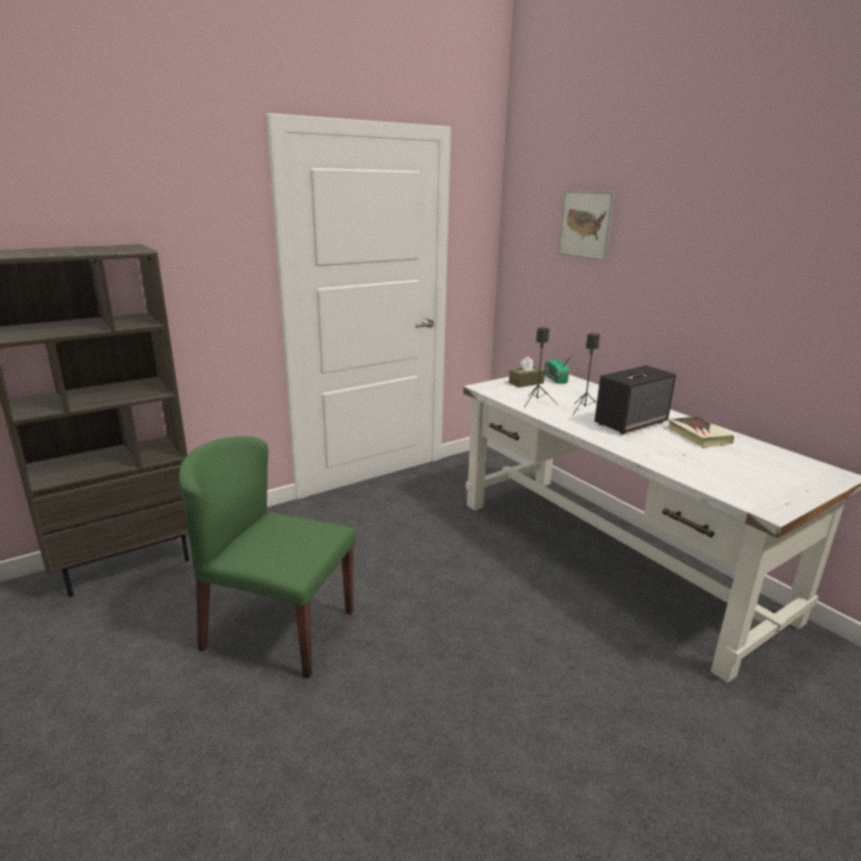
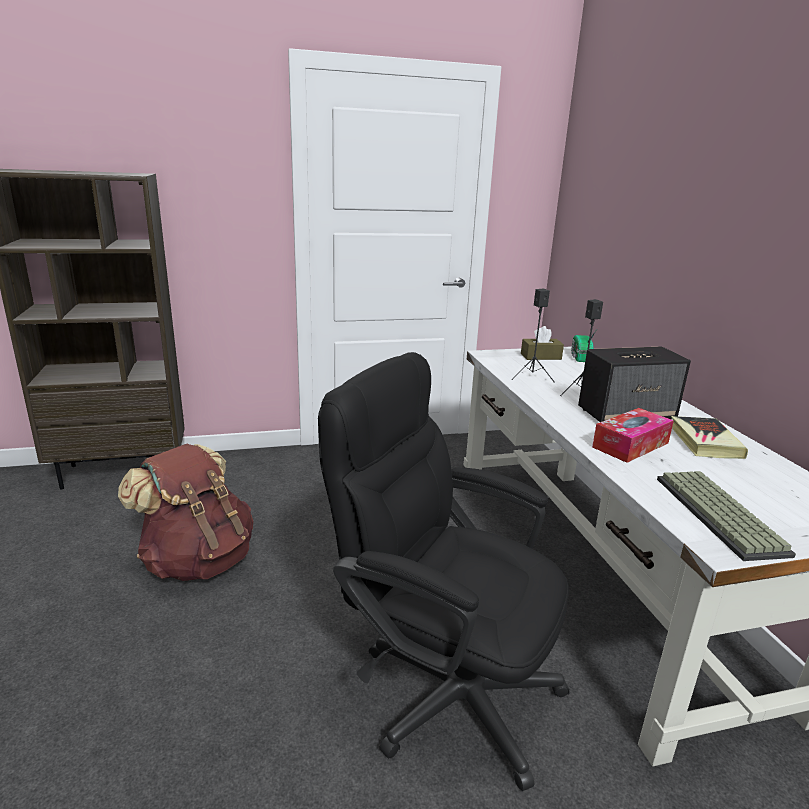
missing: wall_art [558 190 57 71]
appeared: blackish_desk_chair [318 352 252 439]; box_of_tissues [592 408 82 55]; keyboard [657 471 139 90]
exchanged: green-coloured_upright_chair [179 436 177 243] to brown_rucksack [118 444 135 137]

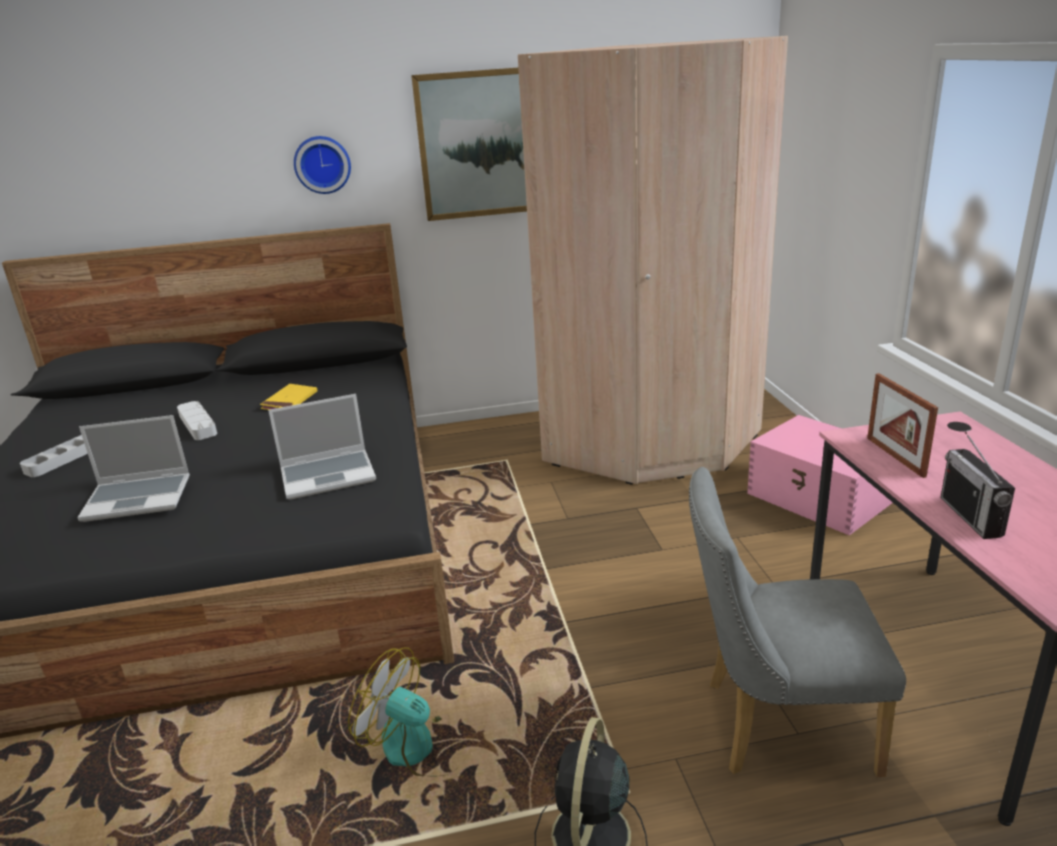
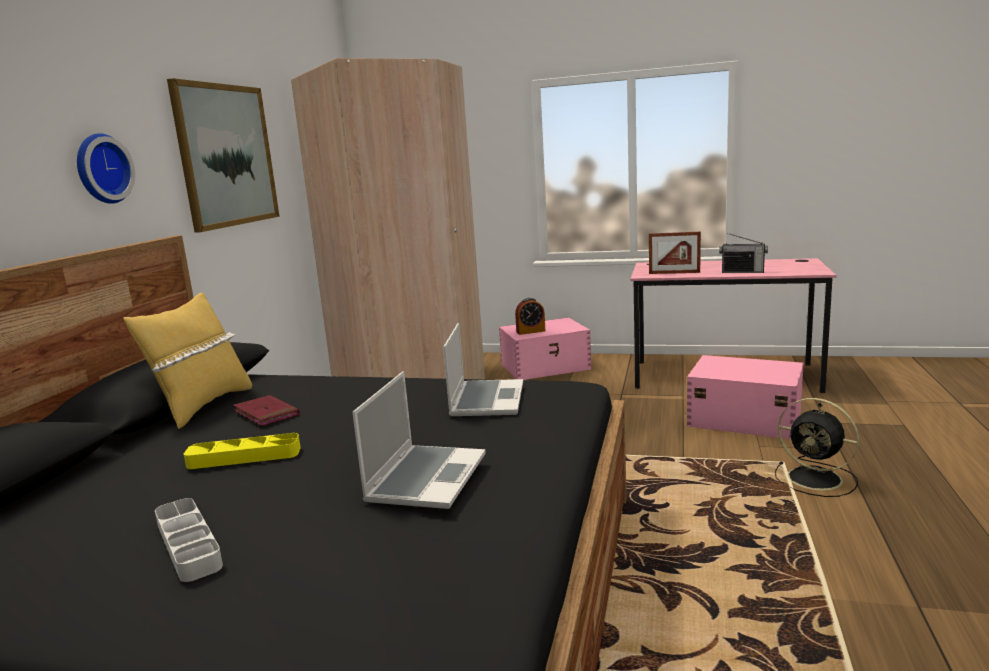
missing: fan [348 648 100 129]
appeared: yellowish_pillow [124 293 128 136]; bedside_clock [515 298 30 37]
exchanged: gray_upright_chair [689 467 217 310] to pinkish_storage_box [687 355 117 84]
colour: gray_carrying_tray [177 401 40 39] to yellowish_carrying_tray [184 433 117 36]; yellowish_bound_book [260 384 57 26] to reddish_bound_book [233 395 67 31]

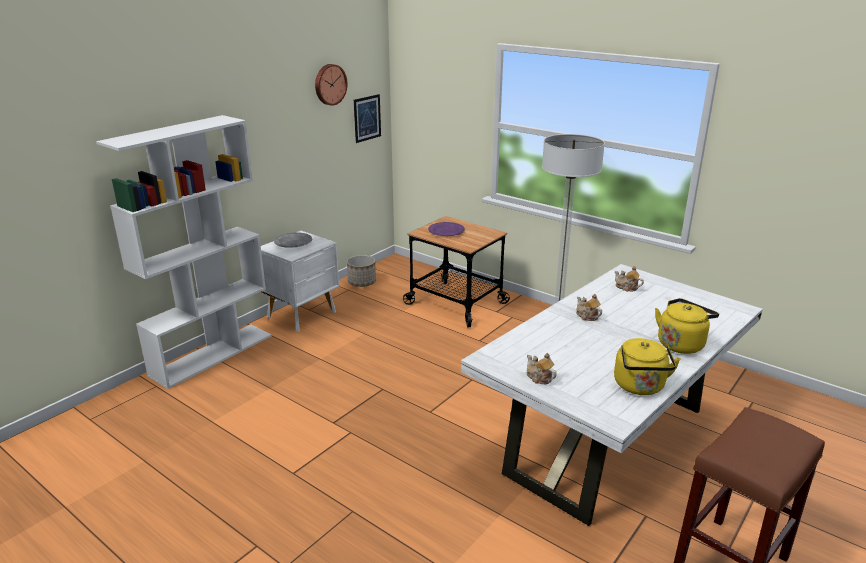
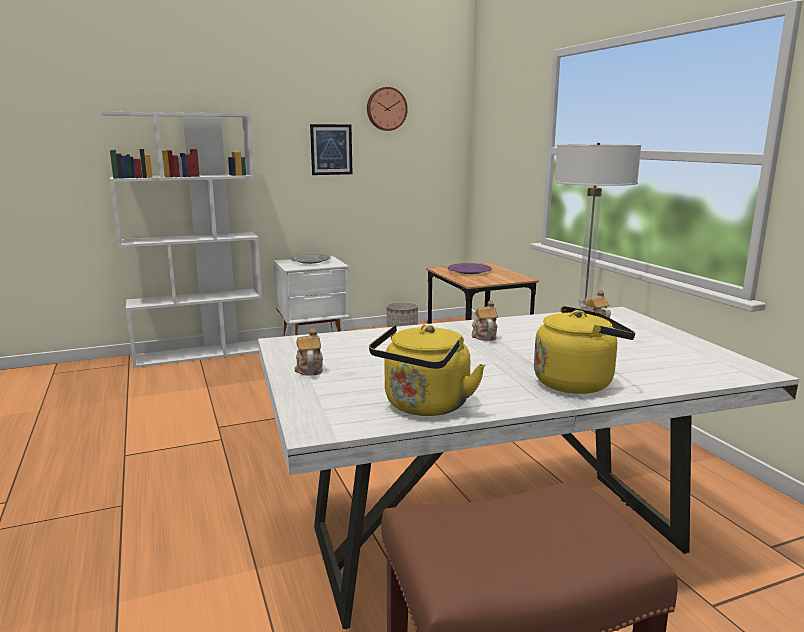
relocated: wall_art [354 94 27 49] to [310 124 42 51]

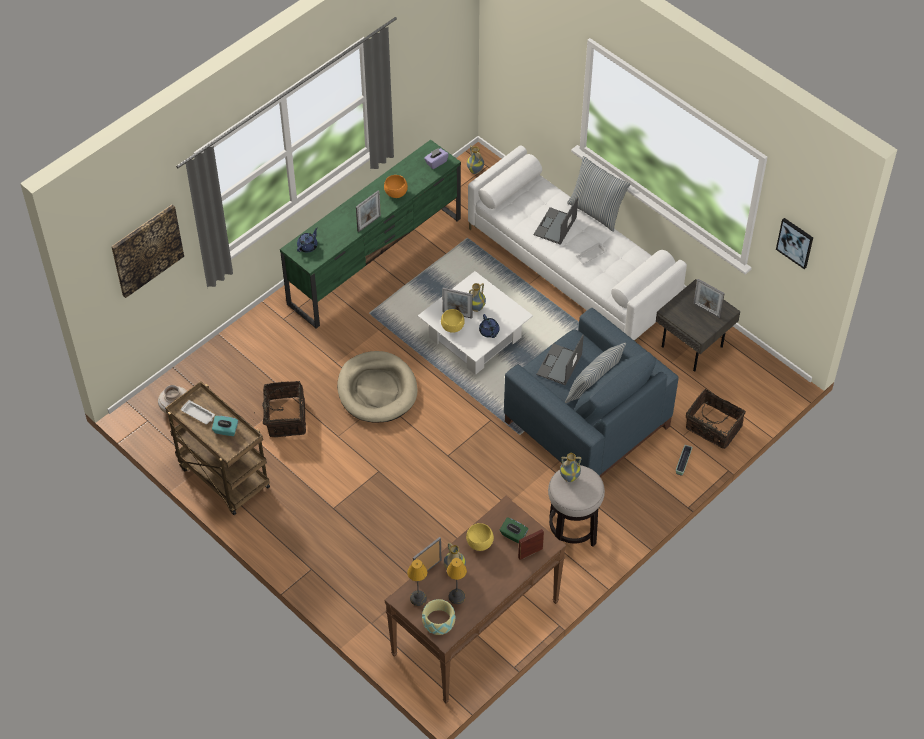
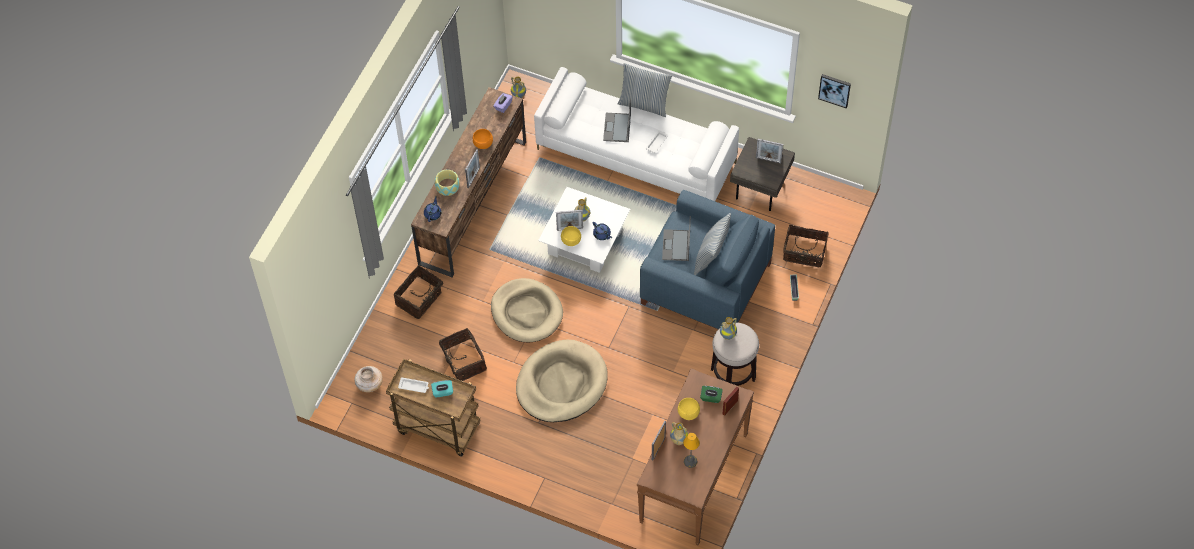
missing: wall_art [111 205 73 93]; tabletop_lamp [407 559 20 47]
appeared: household_basket [394 266 49 53]; beige_dog_cushion [516 340 92 82]
relocated: serving_bowl [422 599 33 36] to [435 170 25 26]
colour: green-coloured_tv_stand [280 140 181 188] to brown_tv_stand [411 87 115 190]

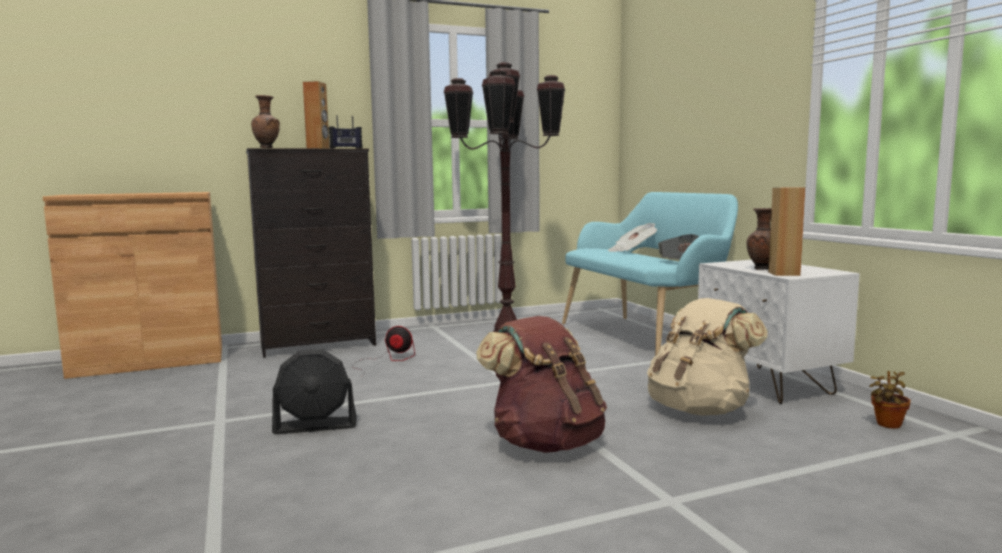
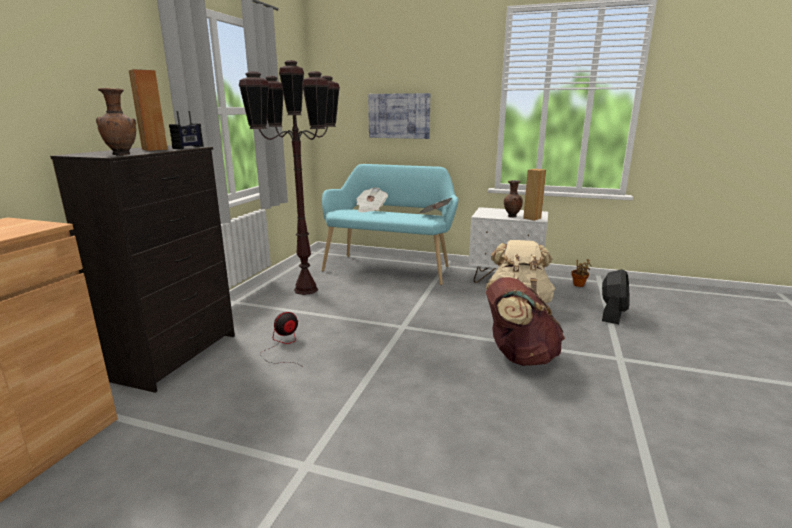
appeared: wall_art [368 93 62 46]
relocated: blackish_fan [272 349 85 85] to [602 269 28 55]

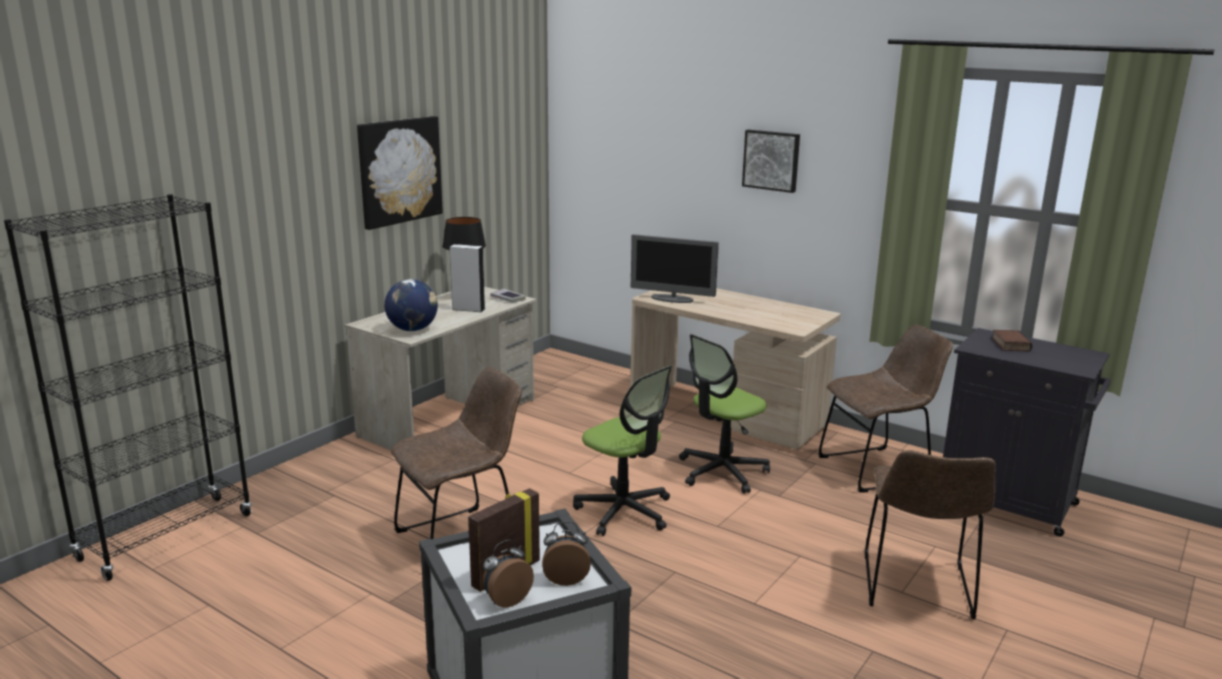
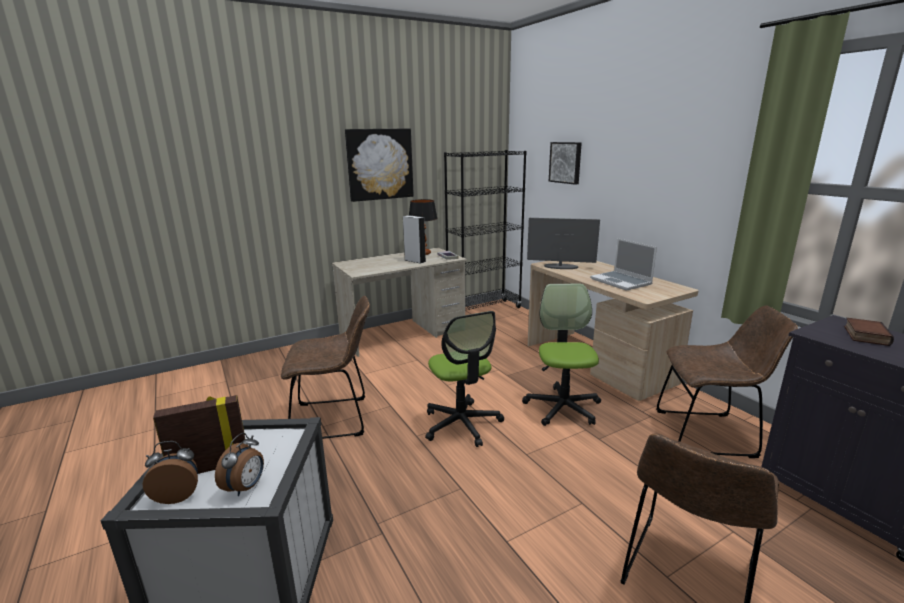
missing: world_globe [385 279 53 52]
appeared: notebook_computer [590 238 67 53]
relocated: blackish_bookshelf [4 194 248 387] to [444 150 83 161]; wall_art [742 130 58 63] to [549 142 33 43]
spun: bedside_clock [542 521 49 65] = [215 433 49 63] 90 degrees clockwise; computer_screen [630 234 89 69] = [527 218 73 51] 150 degrees clockwise; desk_chair [679 334 91 160] = [522 284 79 142] 105 degrees clockwise

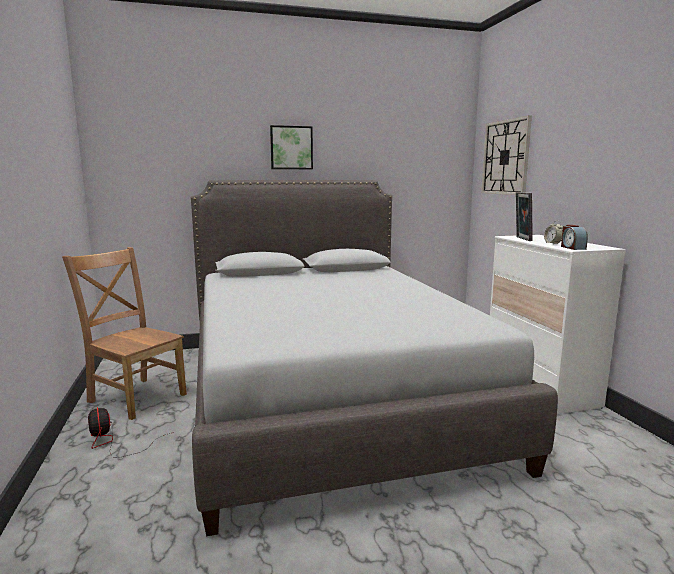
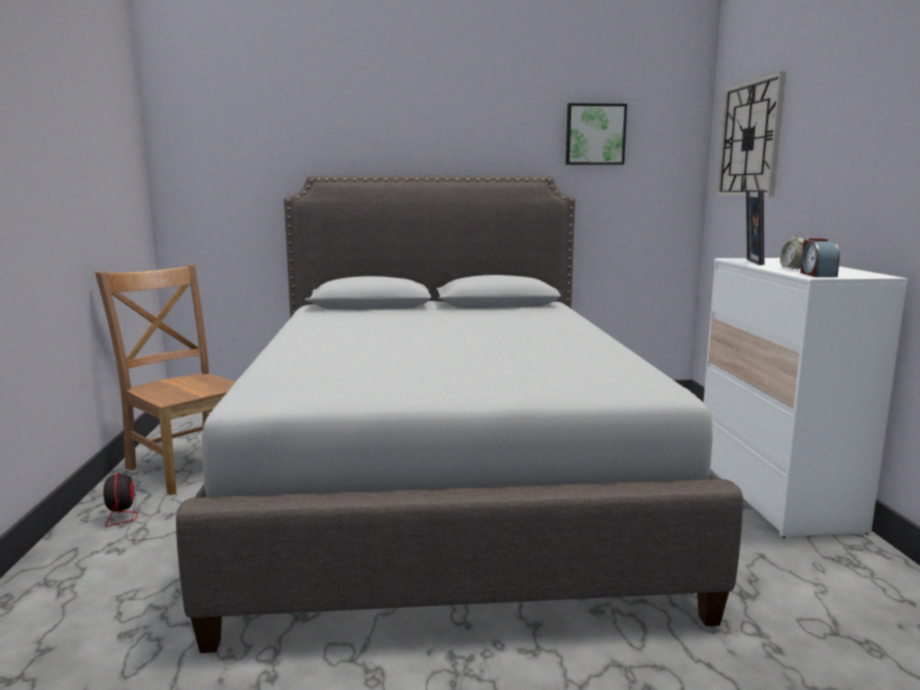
relocated: wall_art [270 125 43 44] to [566 103 61 62]

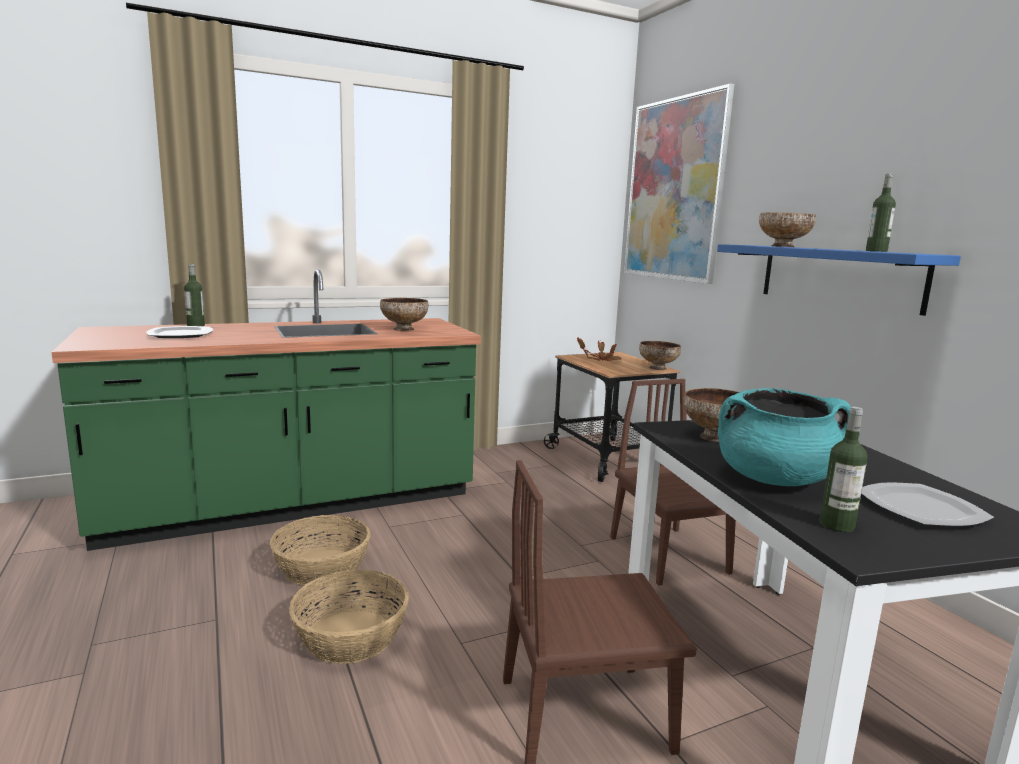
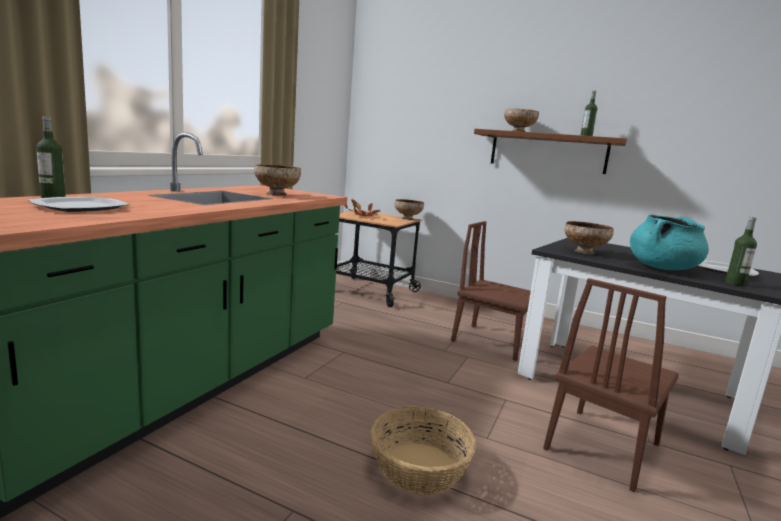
missing: household_basket [270 515 100 71]; wall_art [624 83 110 201]
colour: blue_shelf [717 244 244 72] to brown_shelf [474 129 153 45]

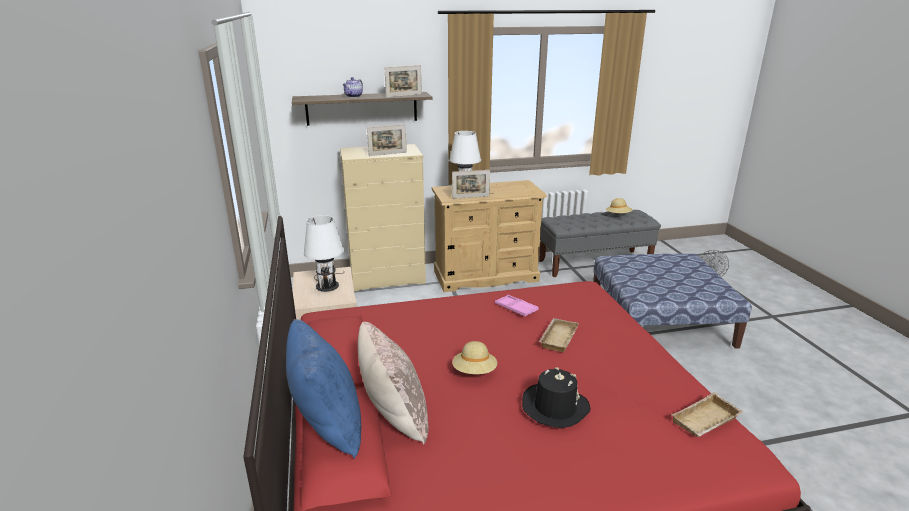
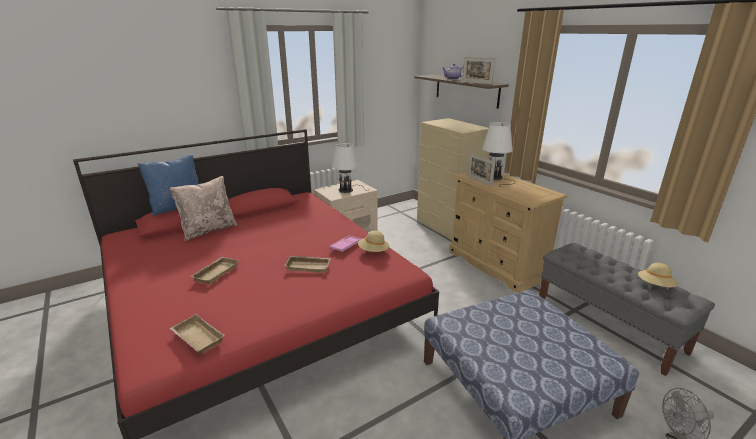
missing: photo_frame [367 125 40 31]
relocated: beige_wearable_hat [452 341 45 33] to [358 231 31 21]
exchanged: blackish_wearable_hat [522 367 68 61] to beige_carrying_tray [191 257 48 28]

